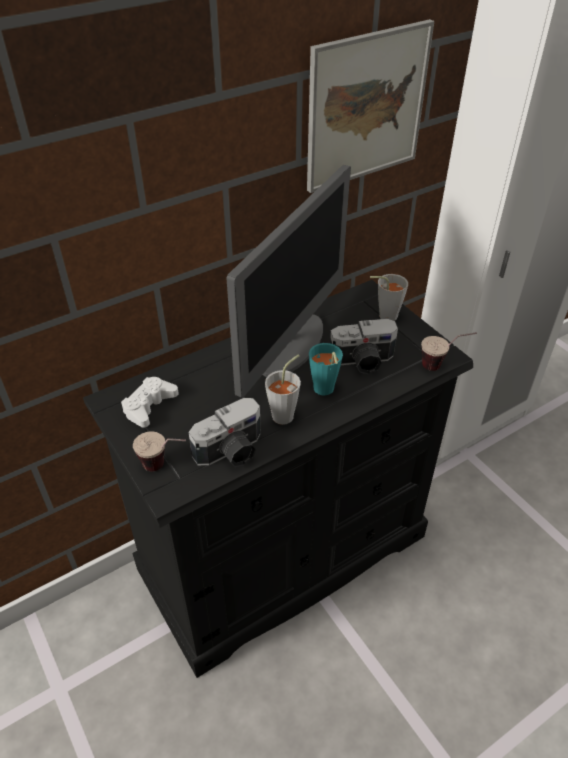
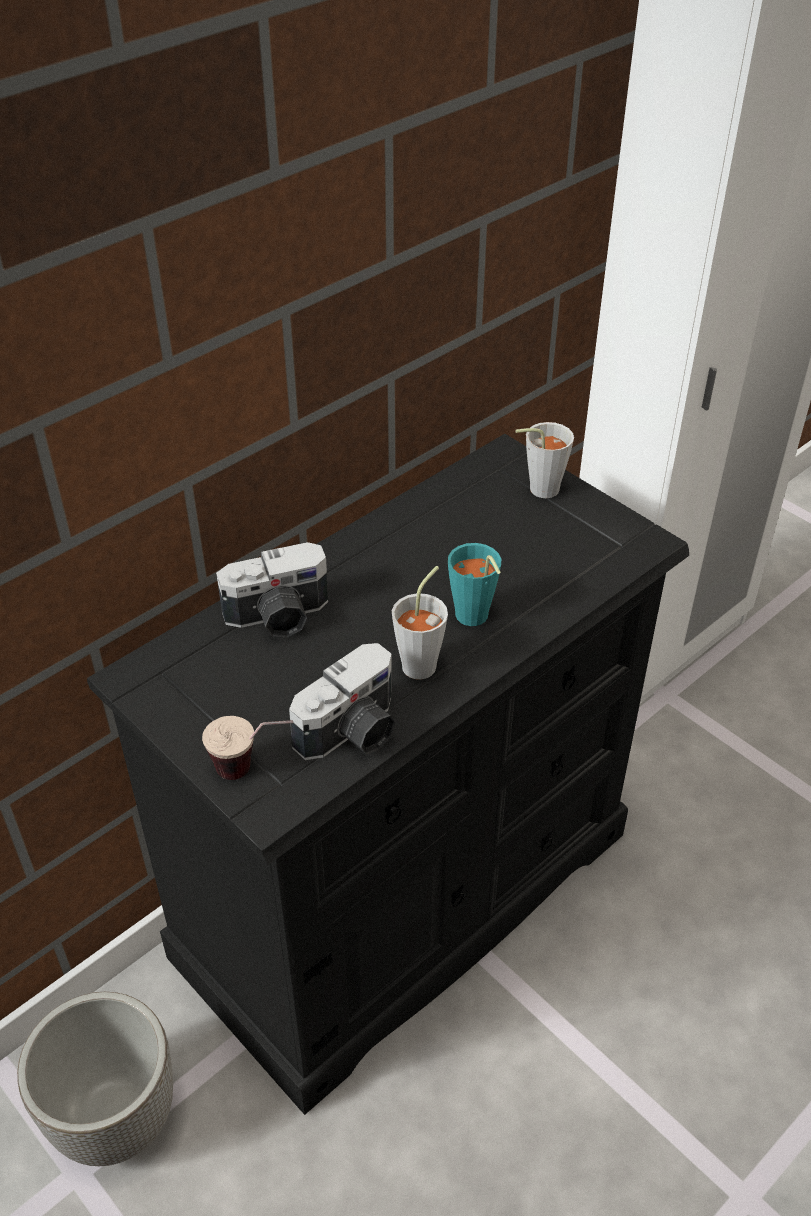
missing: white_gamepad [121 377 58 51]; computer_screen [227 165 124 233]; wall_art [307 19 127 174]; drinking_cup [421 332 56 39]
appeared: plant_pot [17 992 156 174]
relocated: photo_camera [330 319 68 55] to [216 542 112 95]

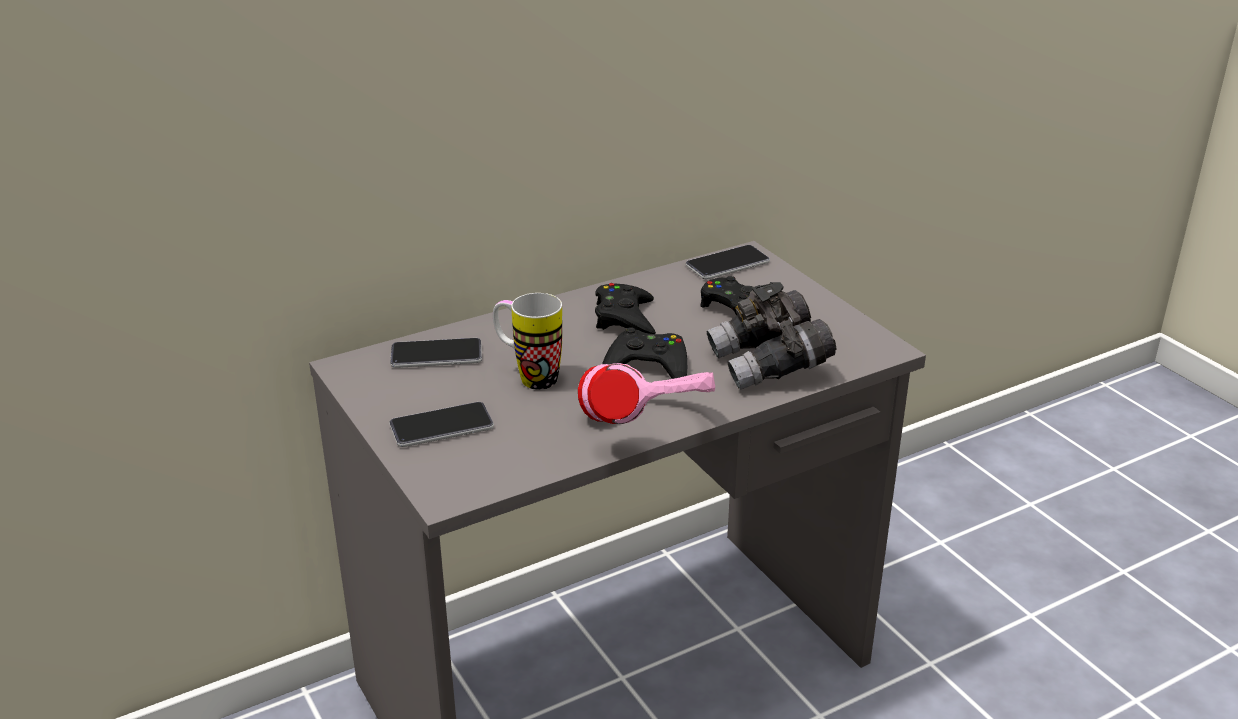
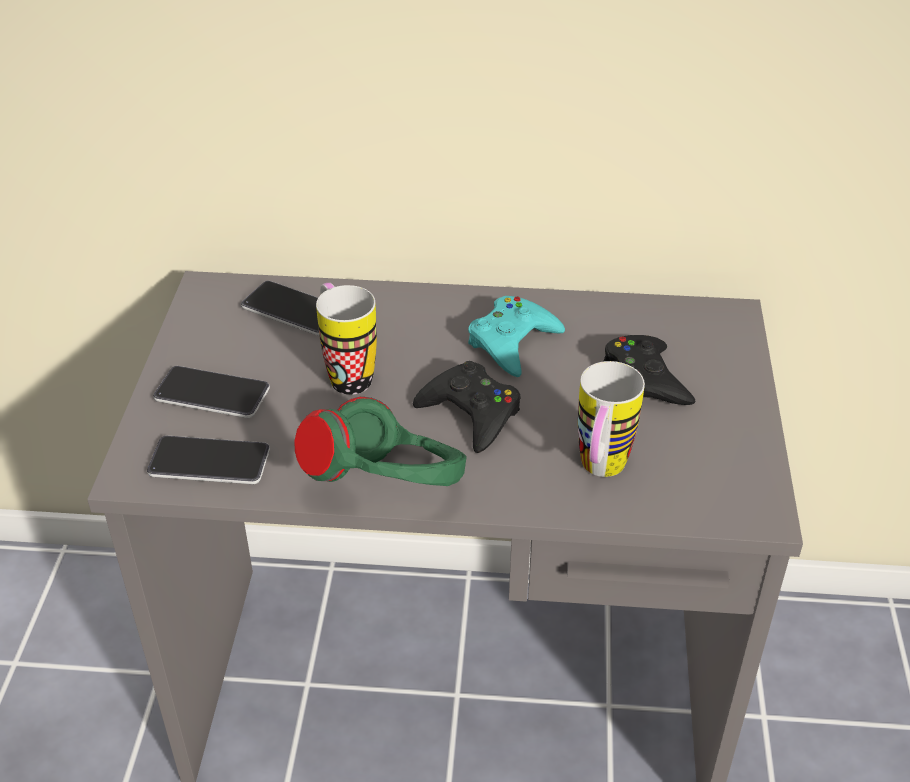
relocated: handset [686 245 84 34] to [147 436 123 48]
exchanged: gray_pair_of_binoculars [707 282 130 108] to tea_mug [578 361 67 116]
colour: pinkish_headset [578 363 137 61] to green-coloured_headset [294 397 173 89]; blackish_gamepad [595 283 61 51] to turquoise_gamepad [468 296 97 81]

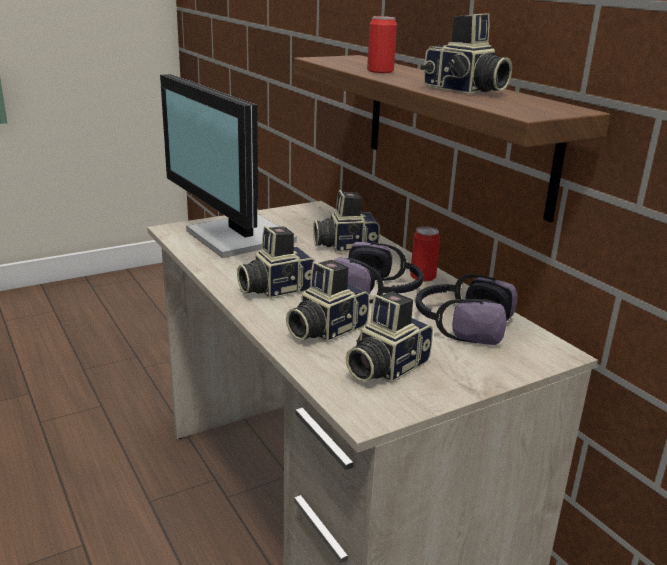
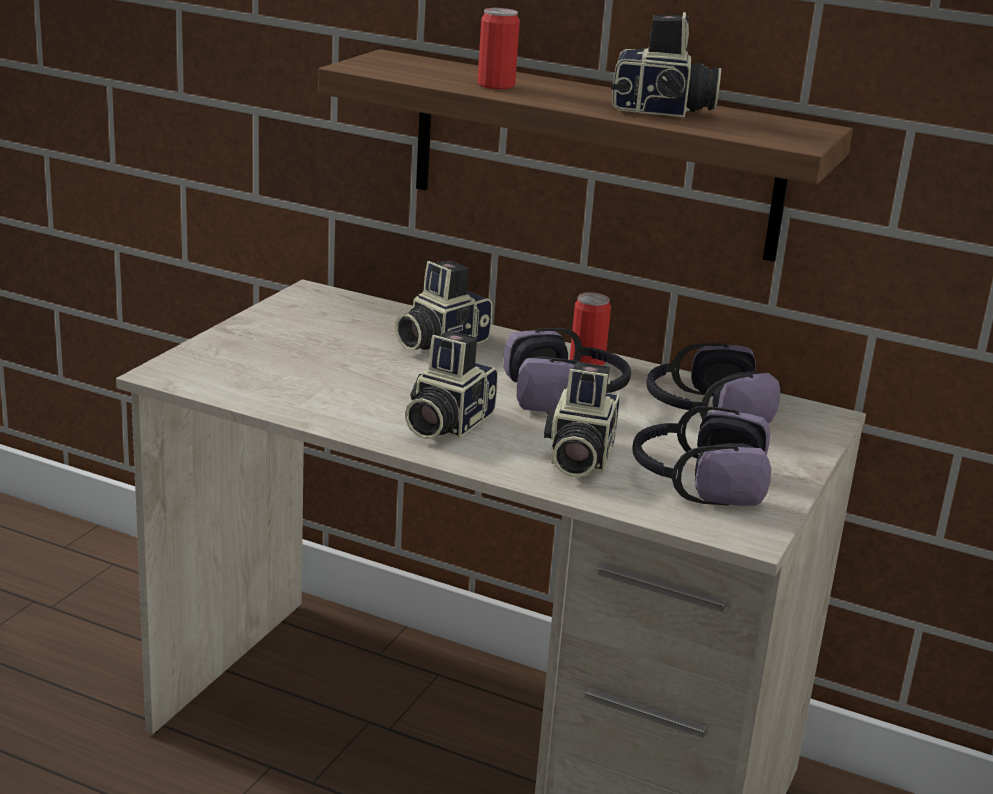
missing: computer_screen [160 74 137 184]
exchanged: photo_camera [346 291 87 92] to headset [632 406 139 100]

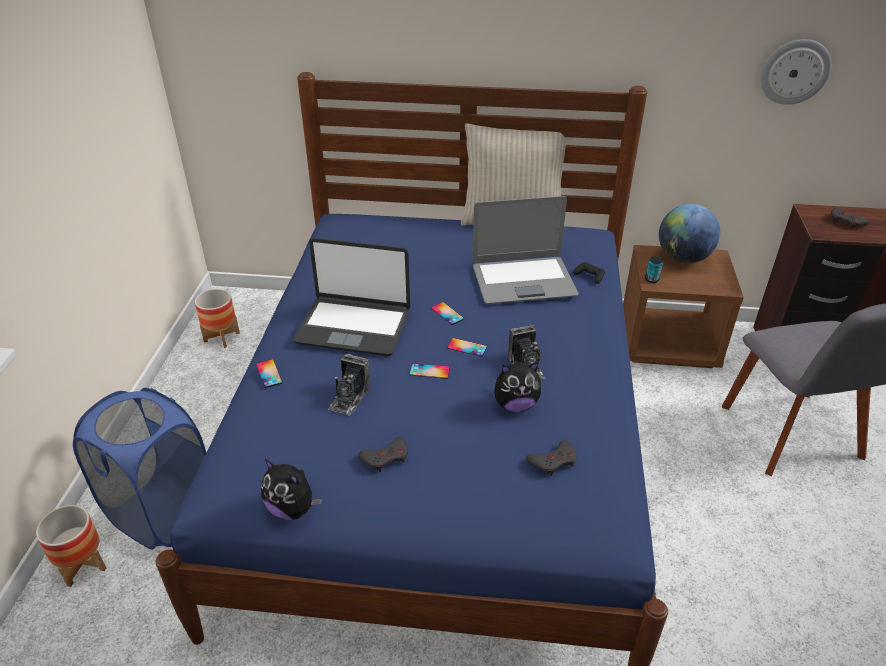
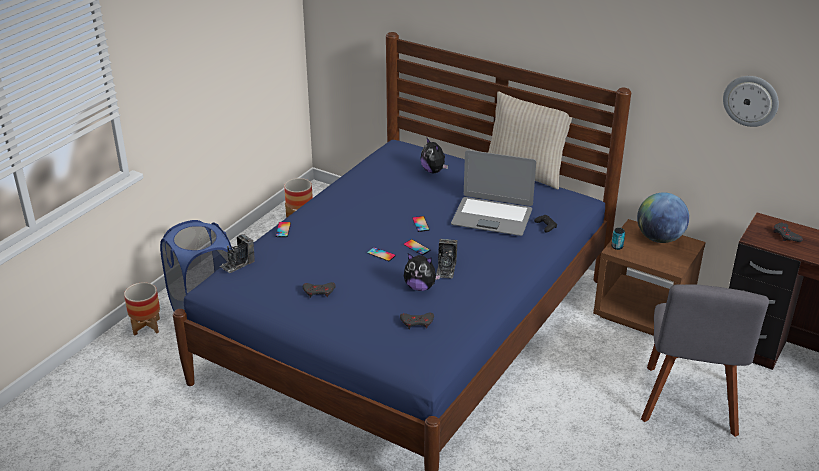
missing: notebook_computer [293 238 117 118]
relocated: plush_toy [261 459 61 61] to [421 138 27 35]; photo_camera [328 354 42 61] to [219 234 36 39]

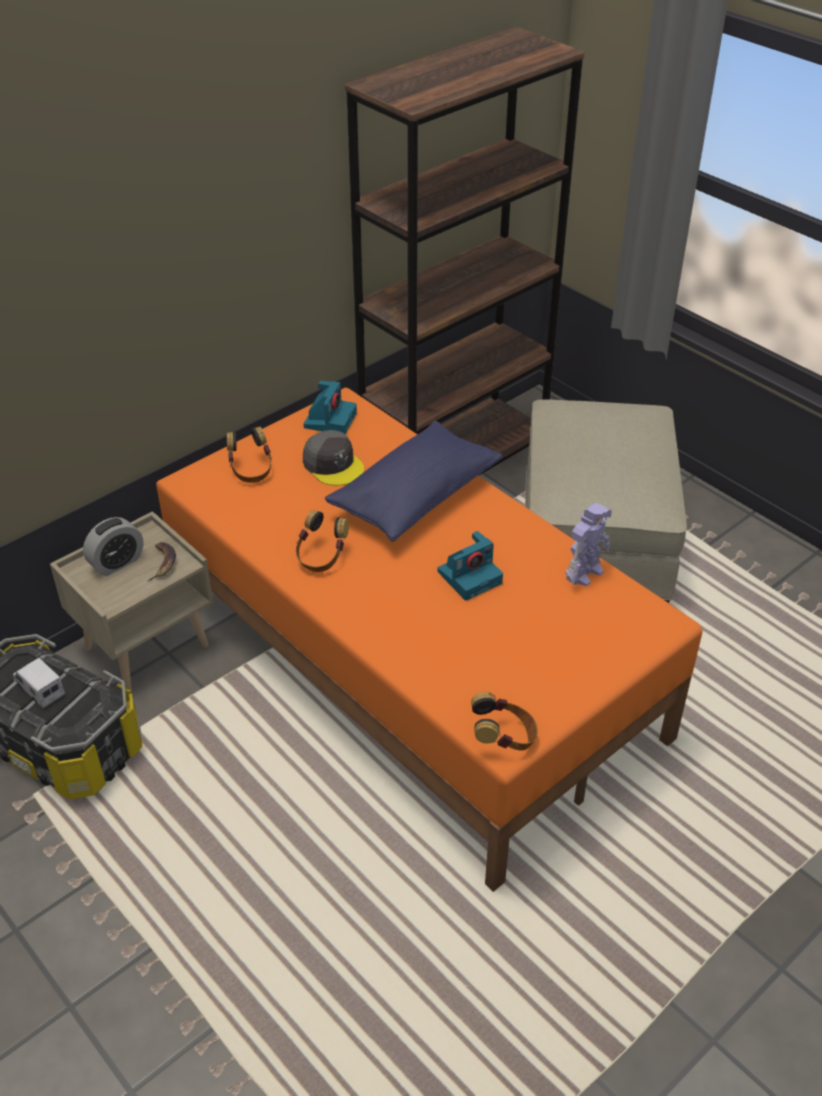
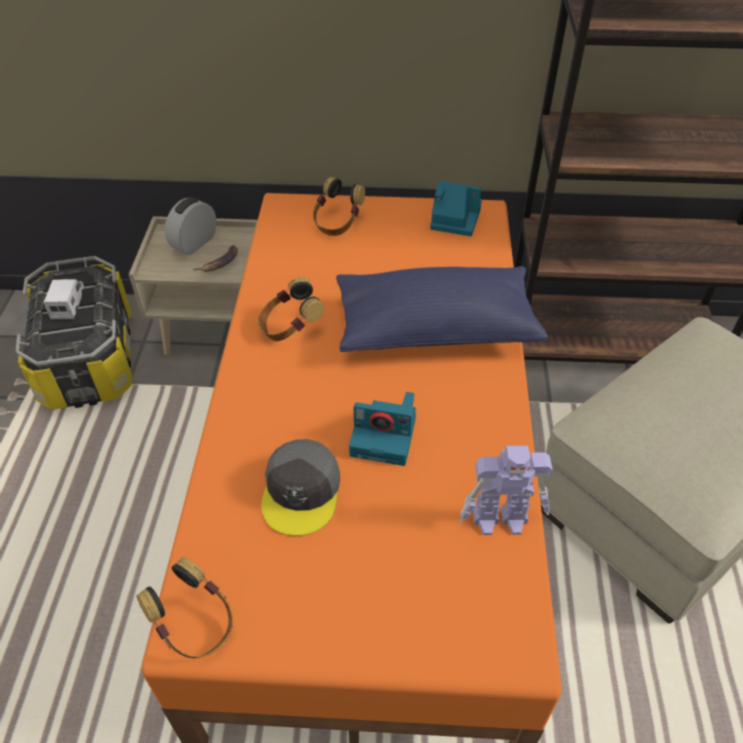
relocated: gray_peaked_cap [303 430 61 56] to [261 439 79 97]
spun: bedside_clock [83 517 61 59] = [165 197 51 58] 120 degrees clockwise; photo_camera [304 381 53 53] = [430 181 52 55] 135 degrees counterclockwise

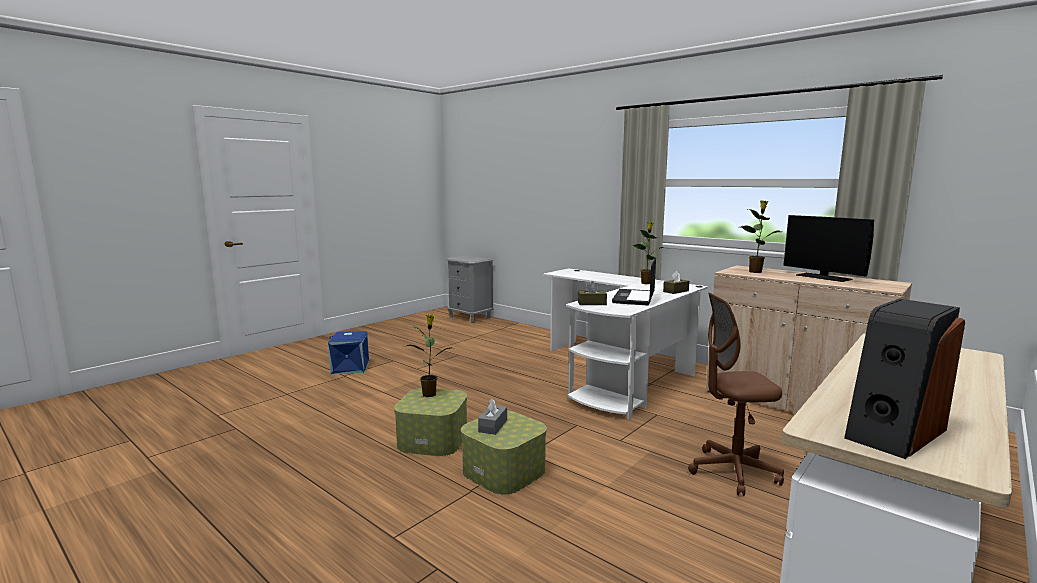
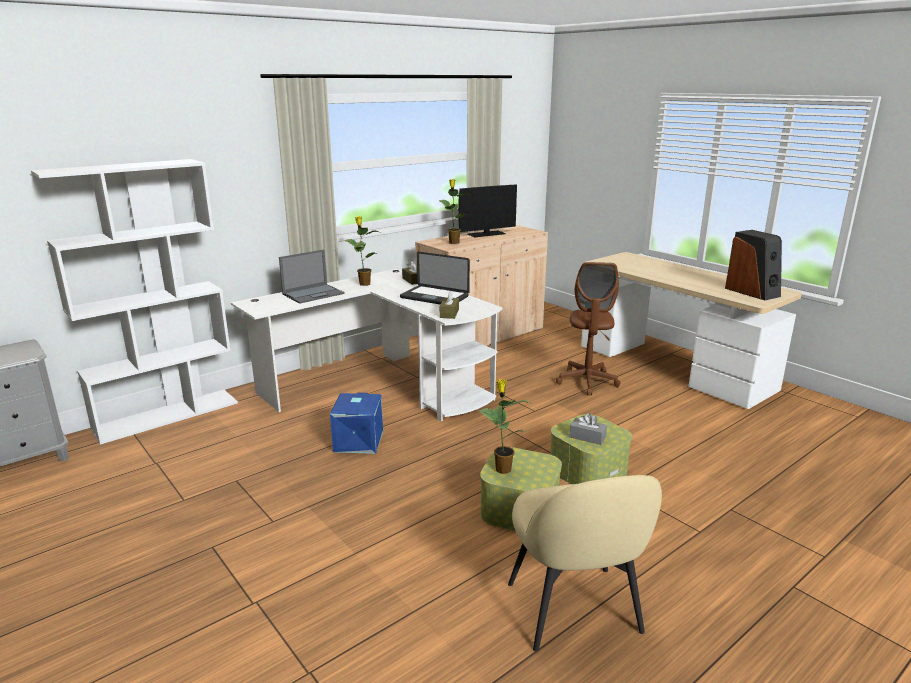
appeared: white_bookshelf [31 159 207 286]; notebook_computer [279 250 66 54]; beige_upright_chair [508 475 154 176]
relocated: blue_storage_box [328 331 41 43] to [330 393 53 61]

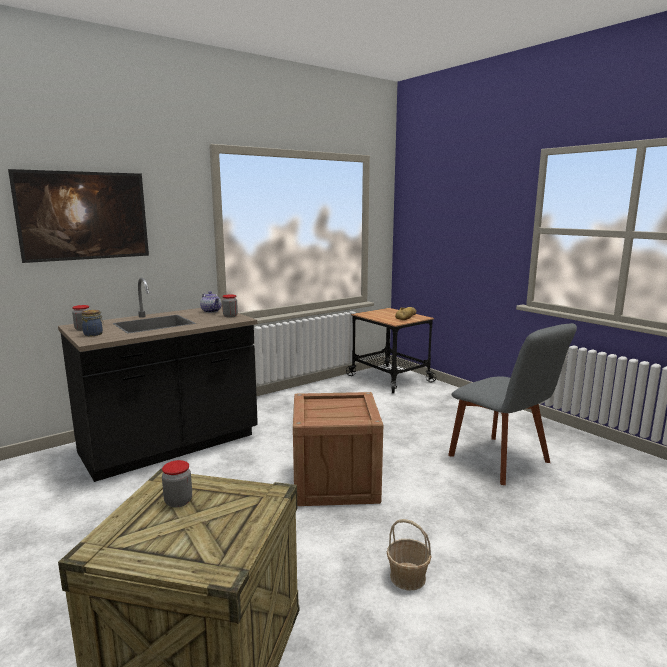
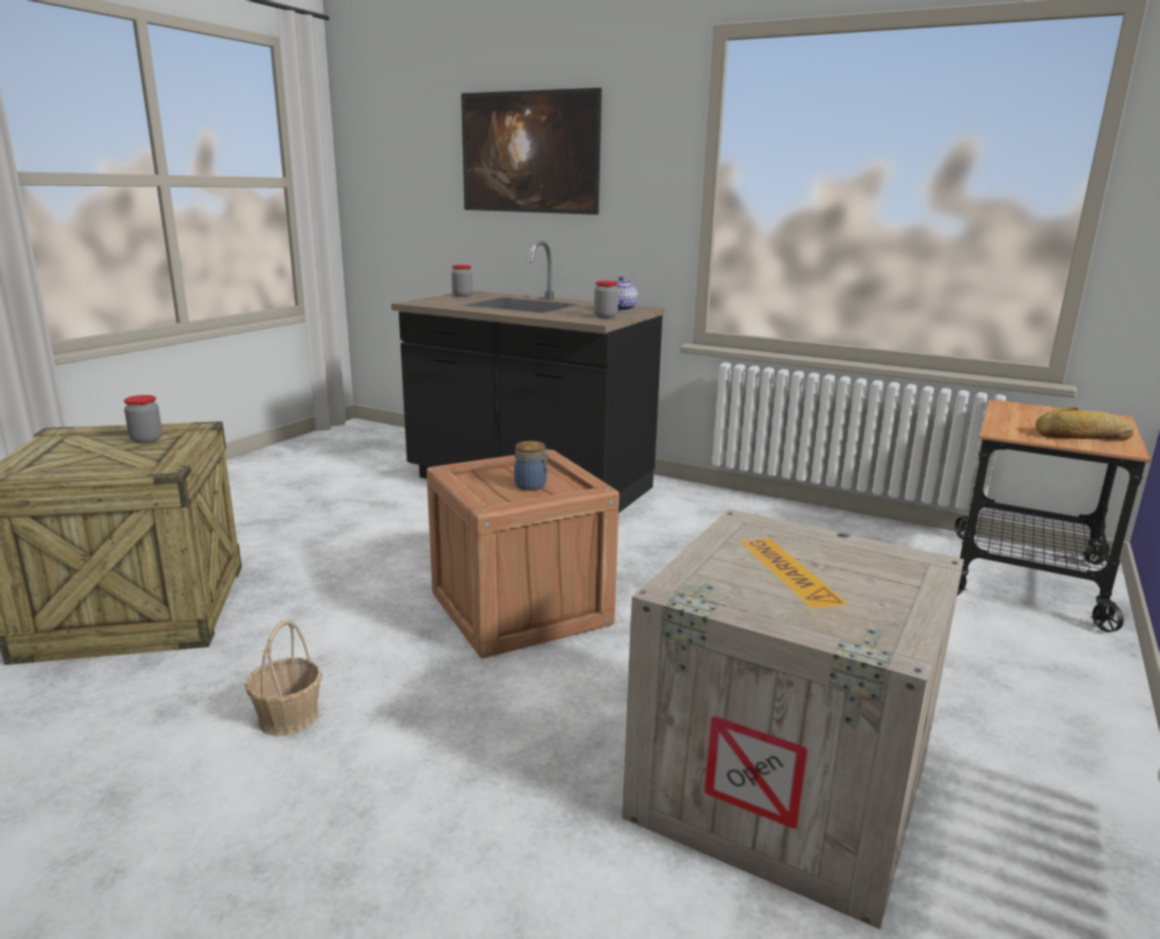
relocated: preserve_jar [81 310 23 26] to [514 441 36 50]
exchanged: gray_upright_chair [448 323 129 162] to crate [622 509 342 420]

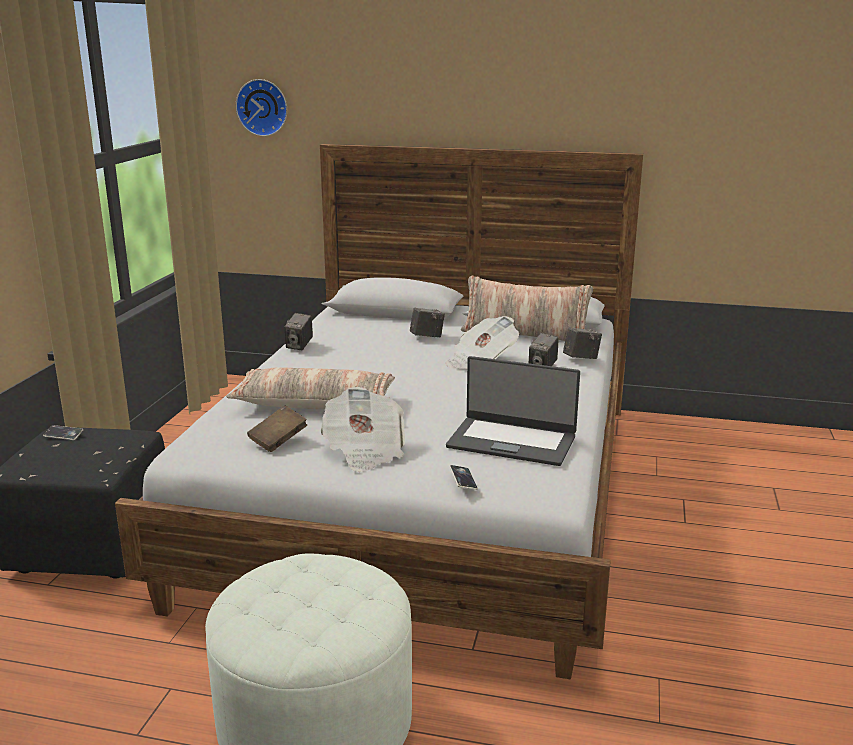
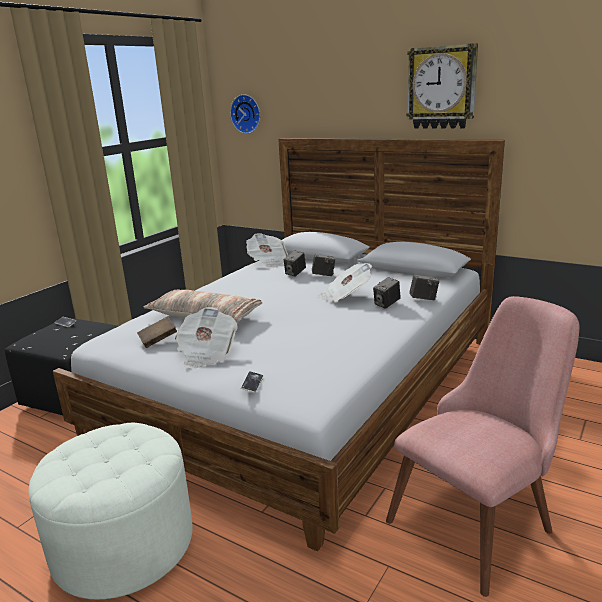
missing: notebook_computer [446 356 134 110]; pillow [461 276 132 65]
appeared: printed_paper [246 233 42 36]; pinkish_upright_chair [386 296 193 301]; wall_clock [406 43 72 86]
relocated: photo_camera [284 313 29 37] to [284 250 22 26]

